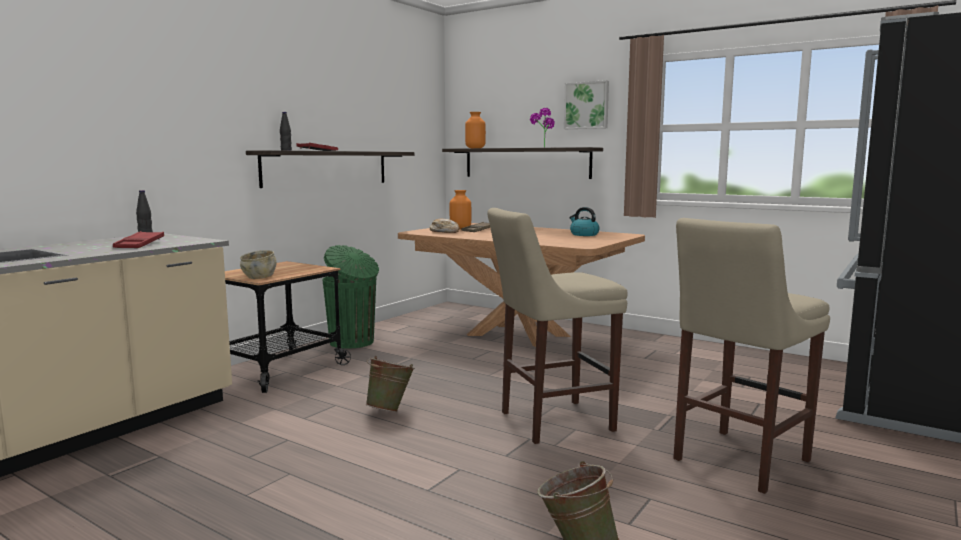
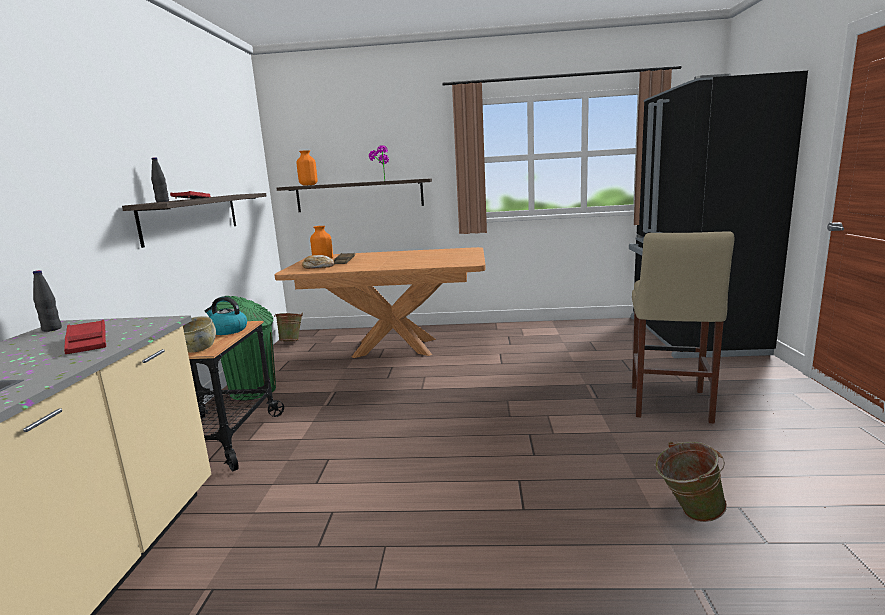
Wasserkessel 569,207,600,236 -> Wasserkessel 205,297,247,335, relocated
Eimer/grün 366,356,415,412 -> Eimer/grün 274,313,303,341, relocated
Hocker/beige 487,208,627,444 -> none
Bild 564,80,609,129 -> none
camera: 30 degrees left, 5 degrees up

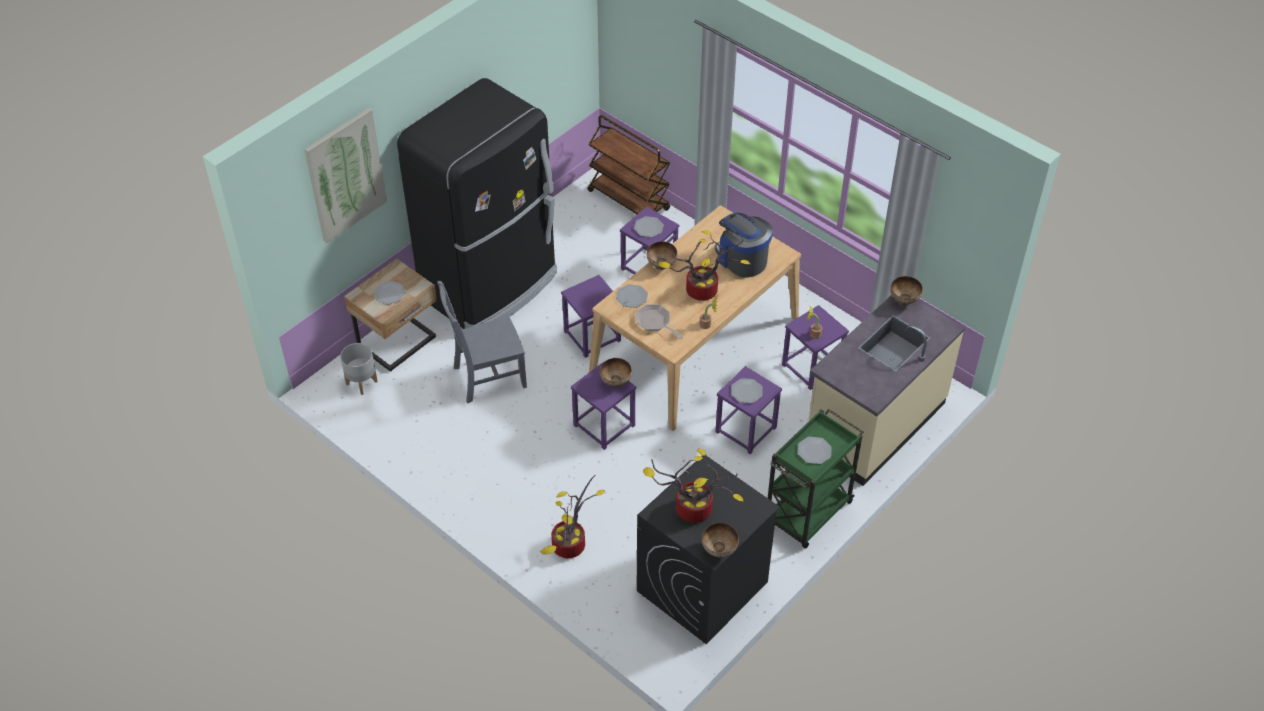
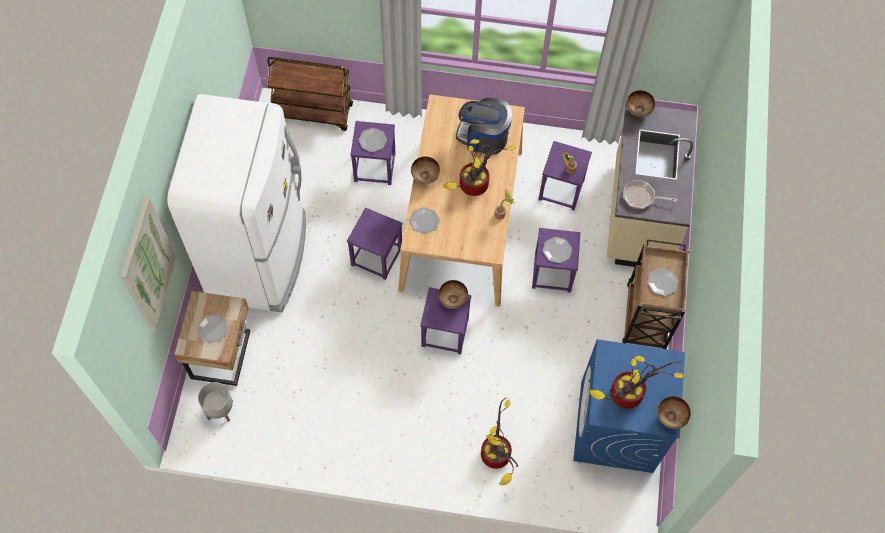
Kühlschrank/schwarz 397,78,557,329 -> Kühlschrank/weiß 167,94,306,312
Waschmaschine/schwarz 637,455,780,644 -> Waschmaschine/blau 573,340,685,473
Rollwagen/grün 768,409,864,549 -> Rollwagen/braun 622,239,689,349
Pfanne 636,304,683,338 -> Pfanne 623,180,677,209, relocated
Stuhl/grau 437,281,527,403 -> none
camera: 35 degrees left, 15 degrees up

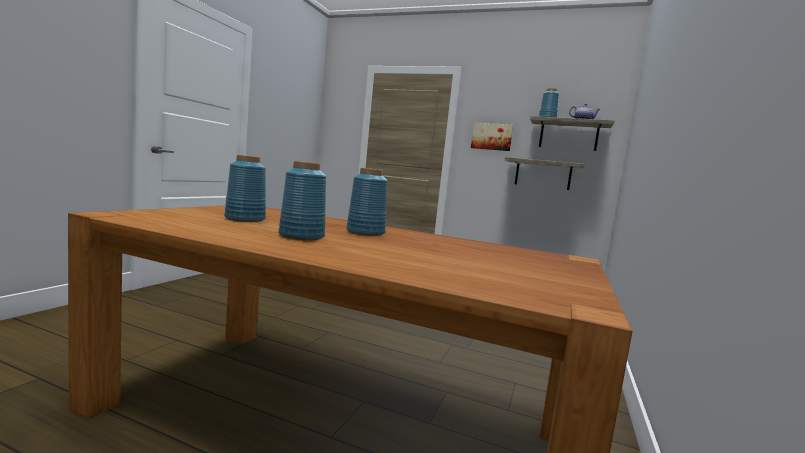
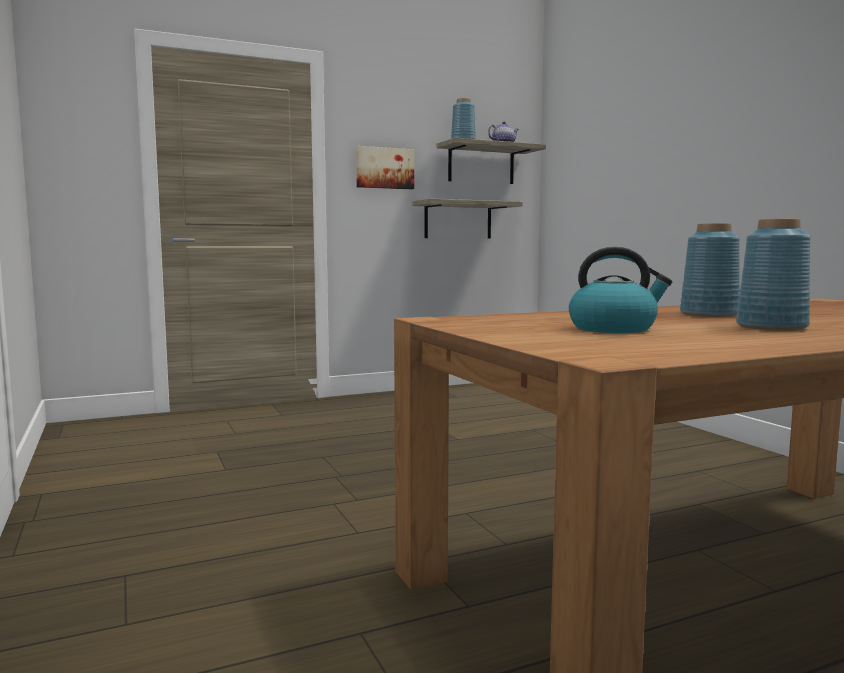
Vase/blau 224,155,266,222 -> Wasserkessel 569,247,672,333
camera: 45 degrees left, 0 degrees up

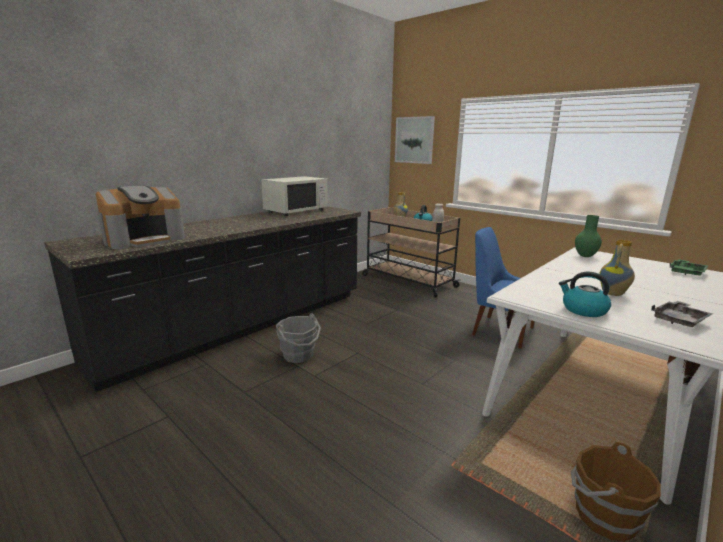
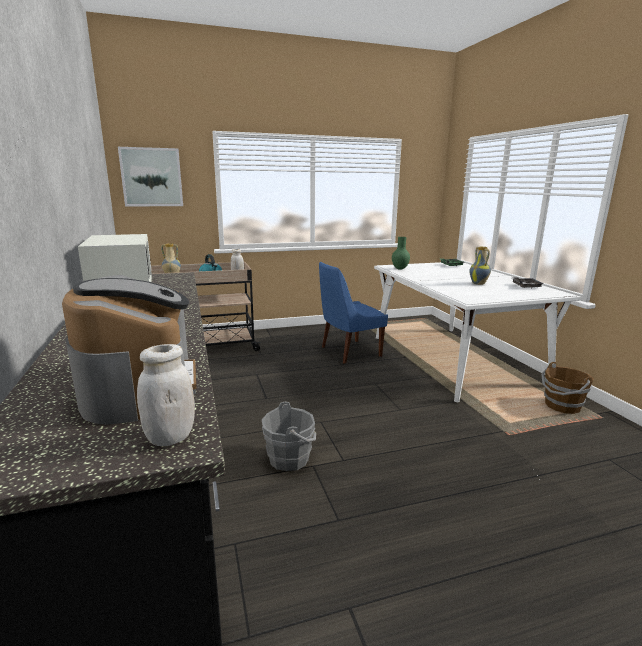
none -> Vorratsglas/weiß 137,344,195,446
Wasserkessel 559,272,611,317 -> none
camera: 60 degrees left, 0 degrees up

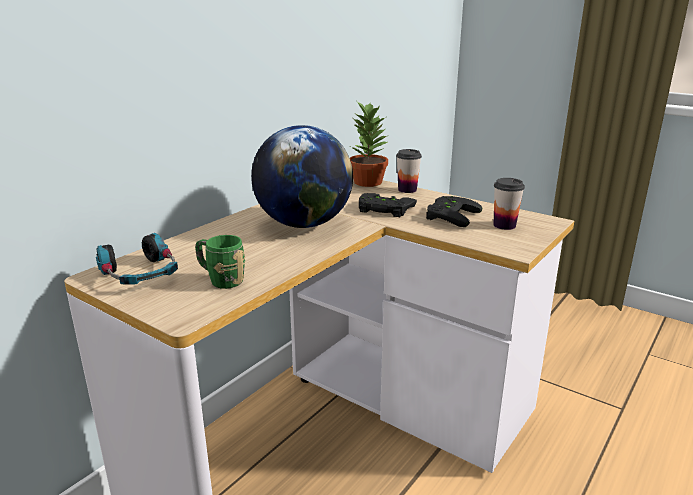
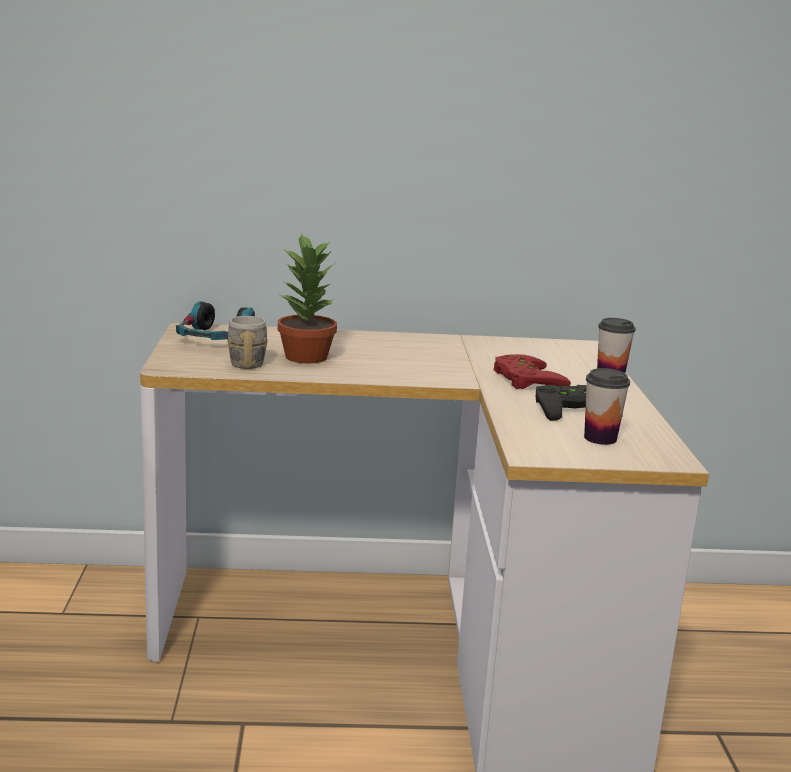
Henkelbecher/grün 195,235,245,289 -> Henkelbecher/grau 227,316,268,369
Topfpflanze 350,102,388,187 -> Topfpflanze 278,233,337,363, relocated
Gamepad/schwarz 359,193,417,217 -> Gamepad/rot 494,354,571,389
Globus 251,125,353,228 -> none
camera: 50 degrees right, 5 degrees down

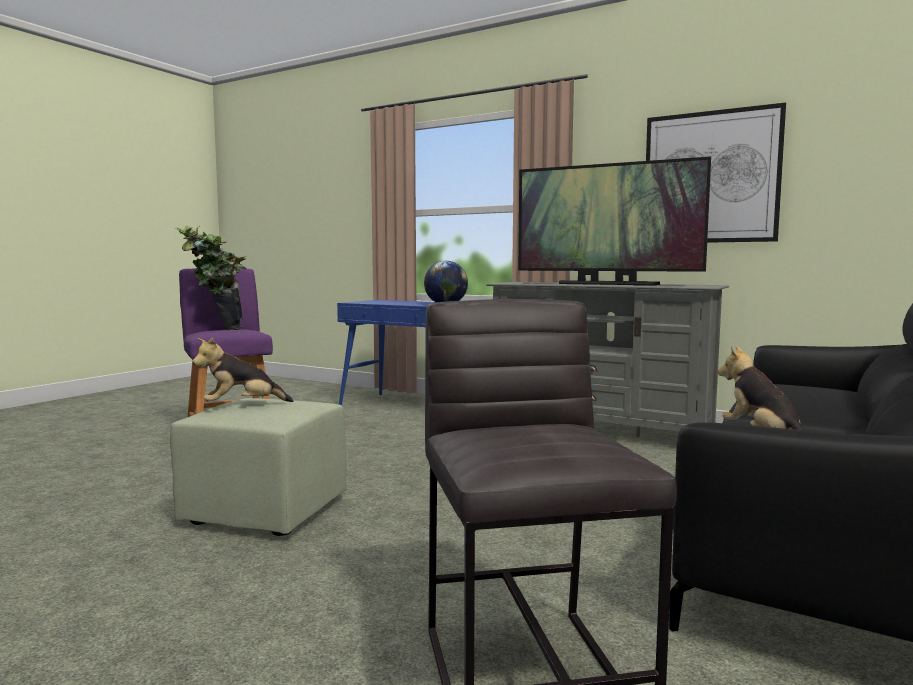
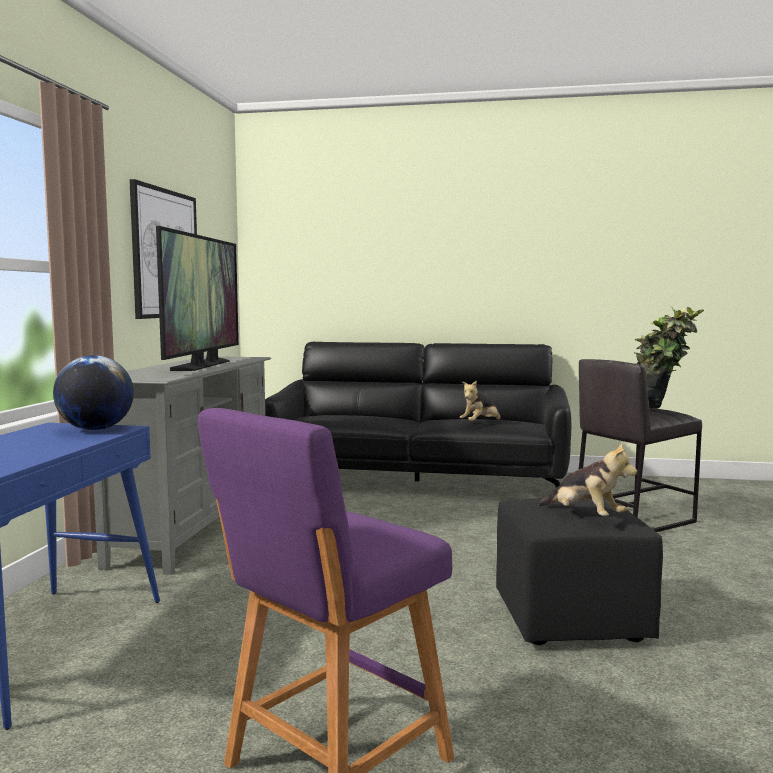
Polsterhocker/grün 170,398,347,536 -> Polsterhocker/schwarz 496,498,663,645
Topfpflanze 174,225,247,330 -> Topfpflanze 633,306,704,408, relocated
camera: 110 degrees left, 0 degrees up

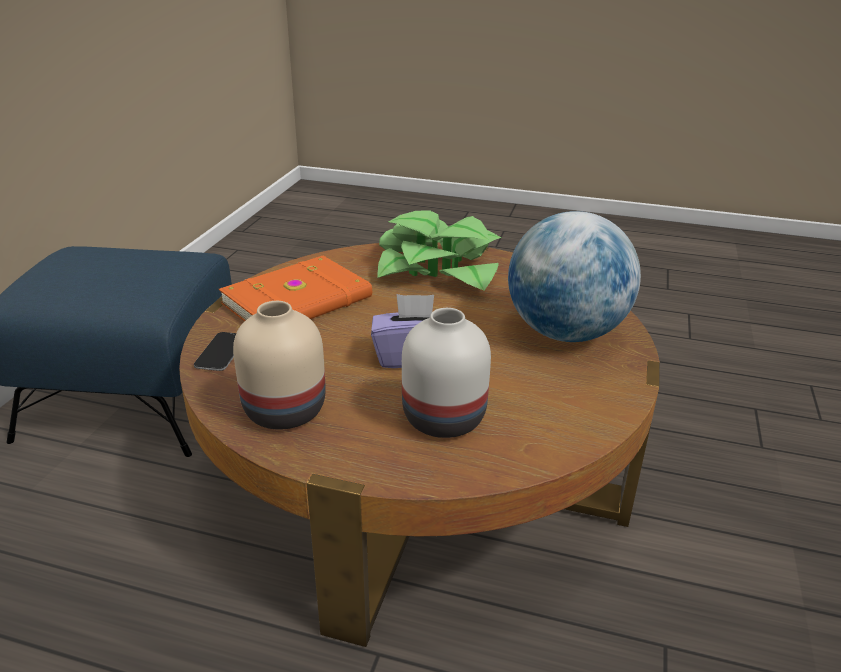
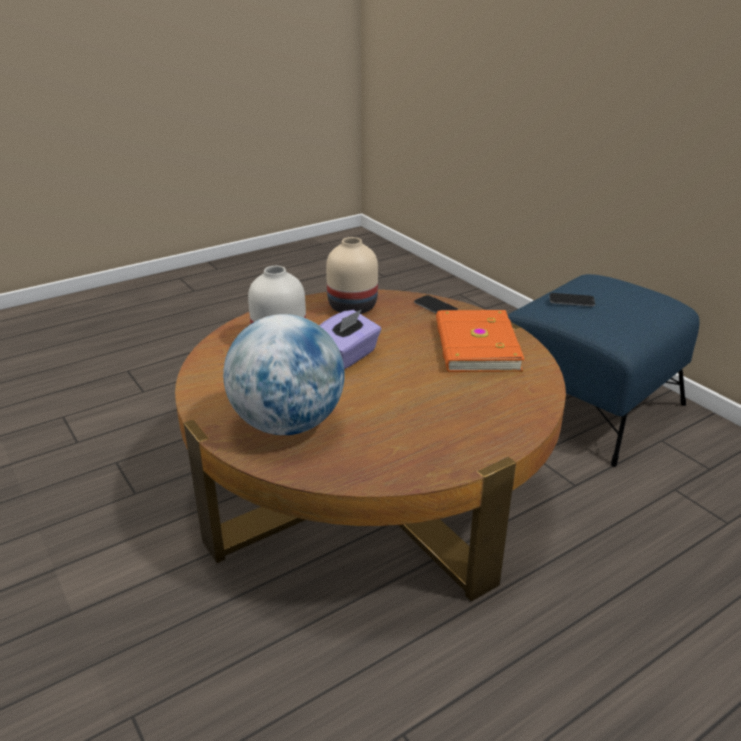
none -> Handy 550,293,595,306
Topfpflanze 377,210,501,291 -> none
camera: 130 degrees right, 0 degrees up

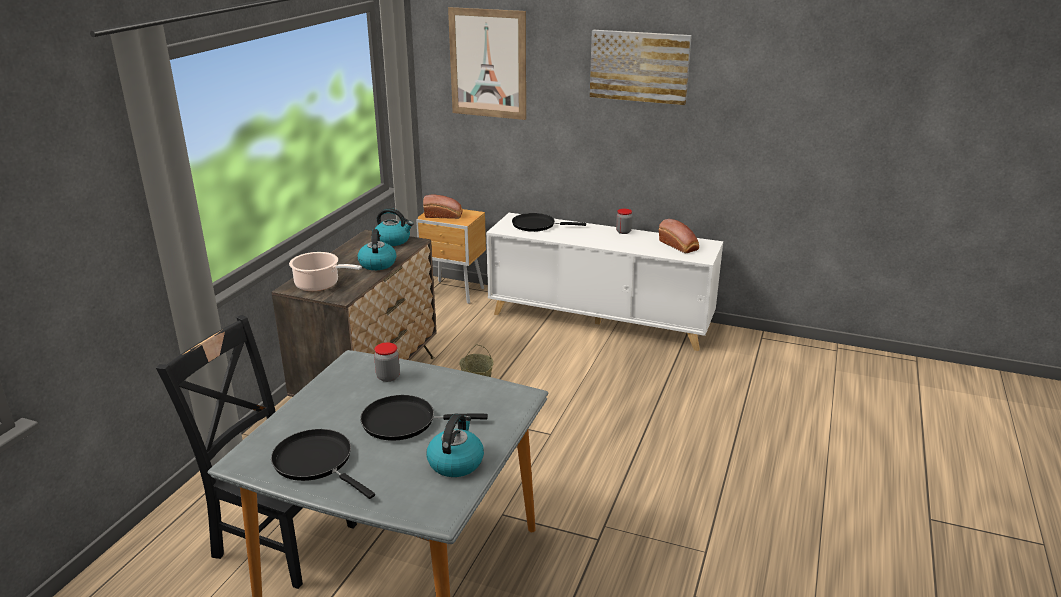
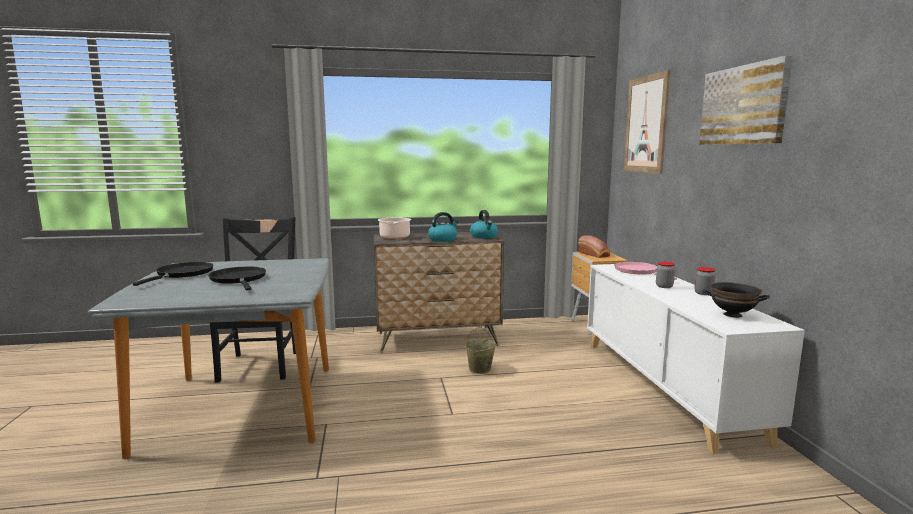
Pfanne/schwarz 512,213,586,232 -> Pfanne/rosa 614,262,677,280
Vorratsglas 374,343,400,382 -> Vorratsglas 656,261,675,288, relocated
Brot 659,219,699,253 -> Schüssel/schwarz 702,282,770,318
Wasserkessel 427,413,484,477 -> none
camera: 60 degrees right, 15 degrees down

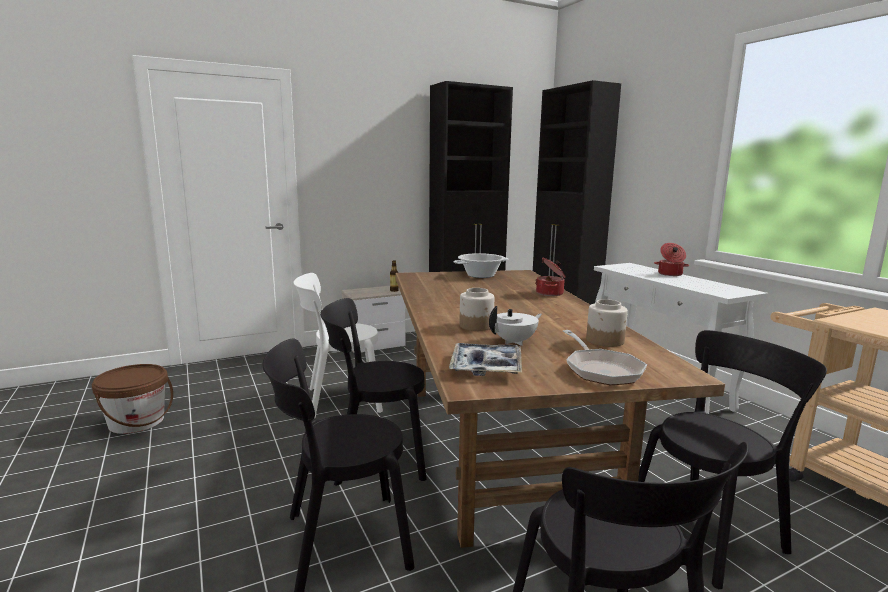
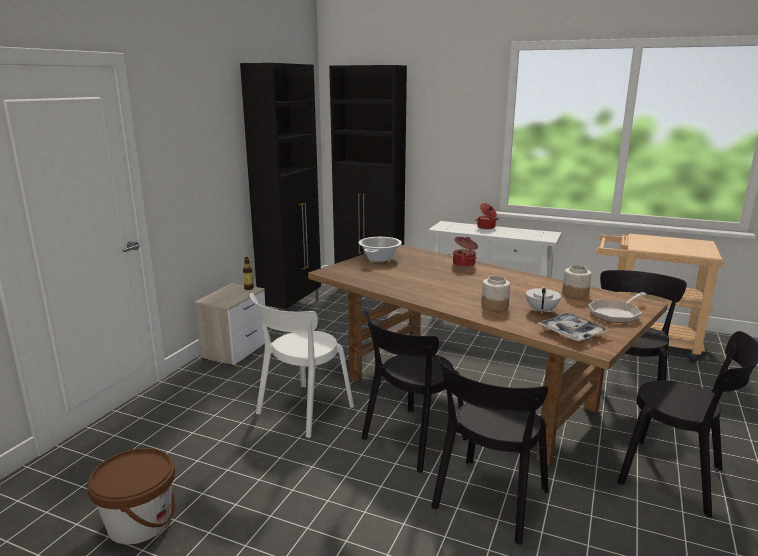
Pfanne 563,330,647,385 -> Pfanne 588,292,646,323, 105 degrees clockwise
camera: 40 degrees left, 5 degrees up

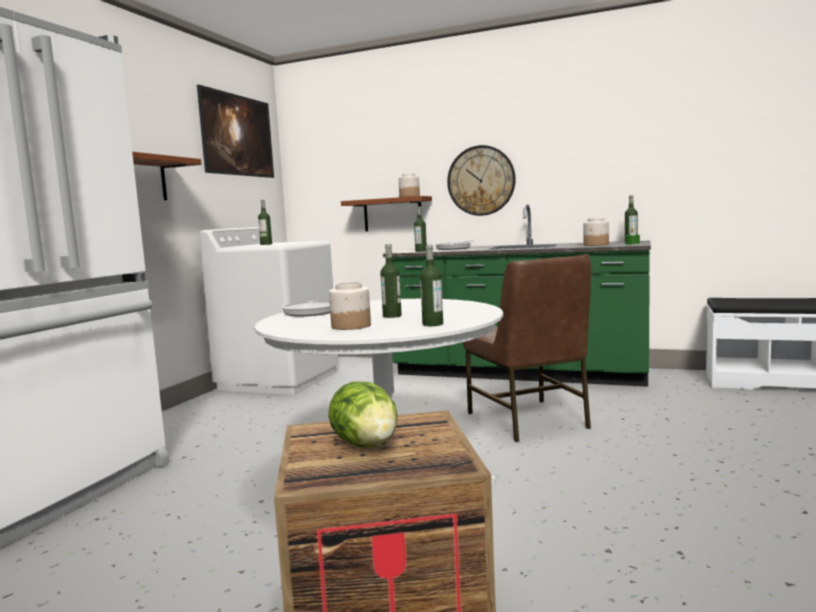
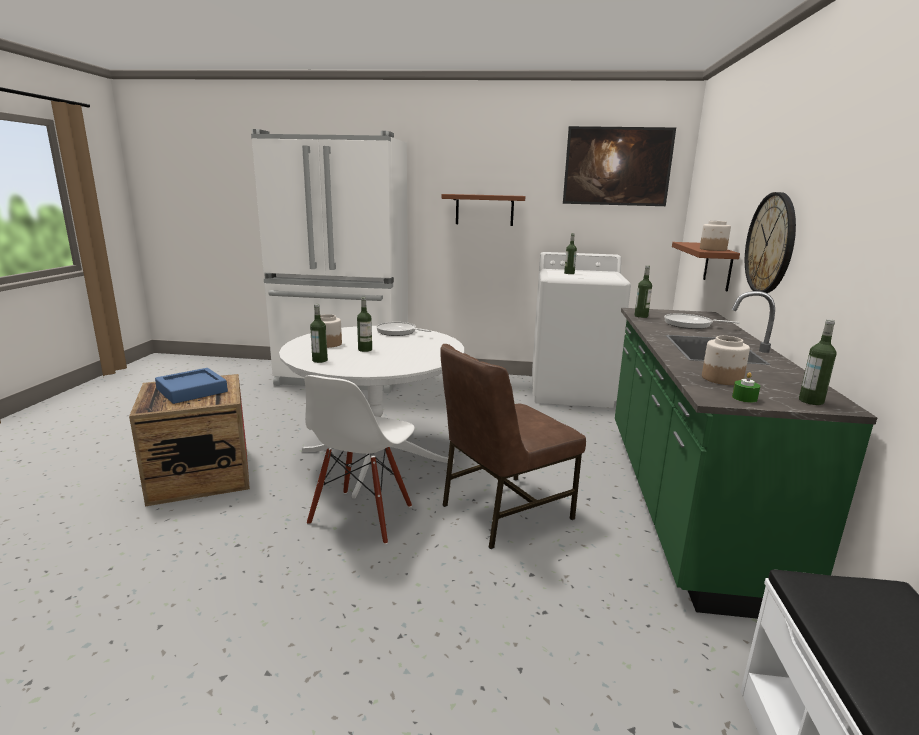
Salatkopf 328,382,398,447 -> Tablett/blau 155,368,228,404
none -> Stuhl/weiß 304,375,415,544
camera: 75 degrees right, 10 degrees up

